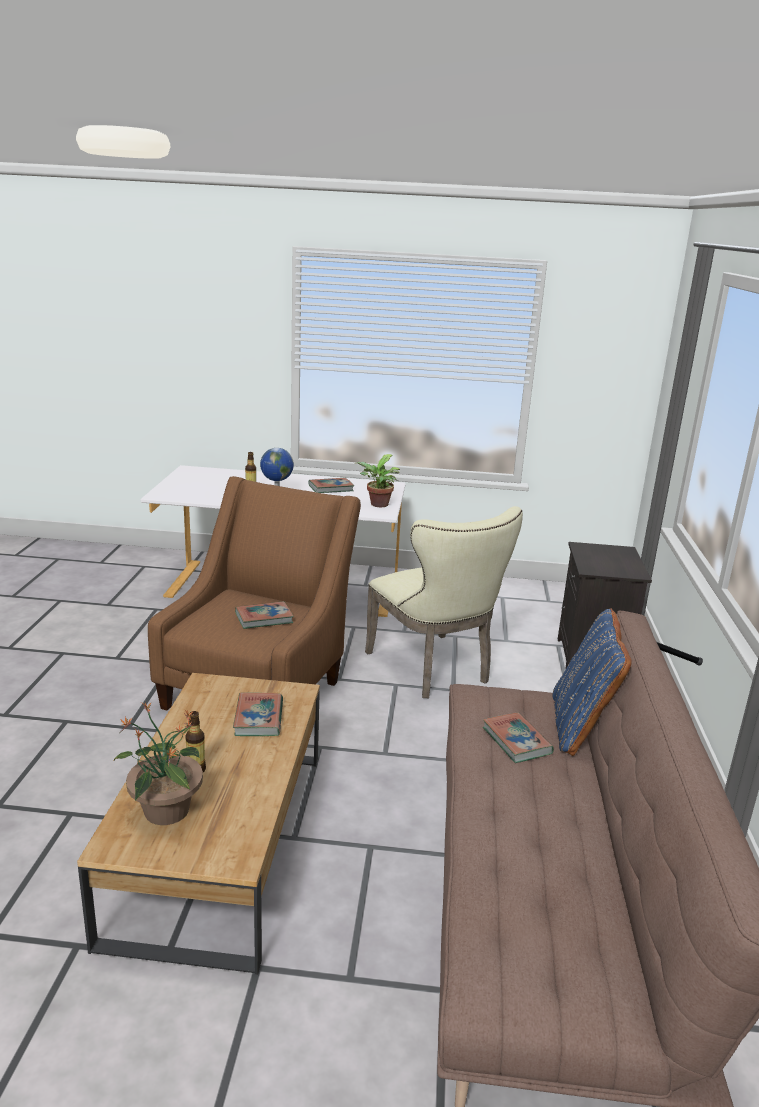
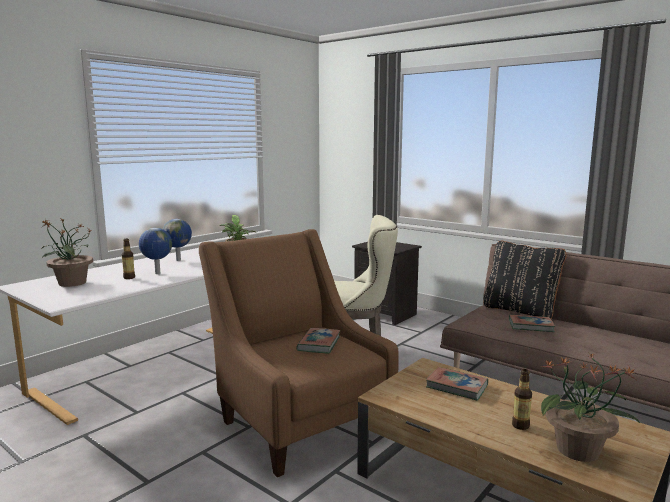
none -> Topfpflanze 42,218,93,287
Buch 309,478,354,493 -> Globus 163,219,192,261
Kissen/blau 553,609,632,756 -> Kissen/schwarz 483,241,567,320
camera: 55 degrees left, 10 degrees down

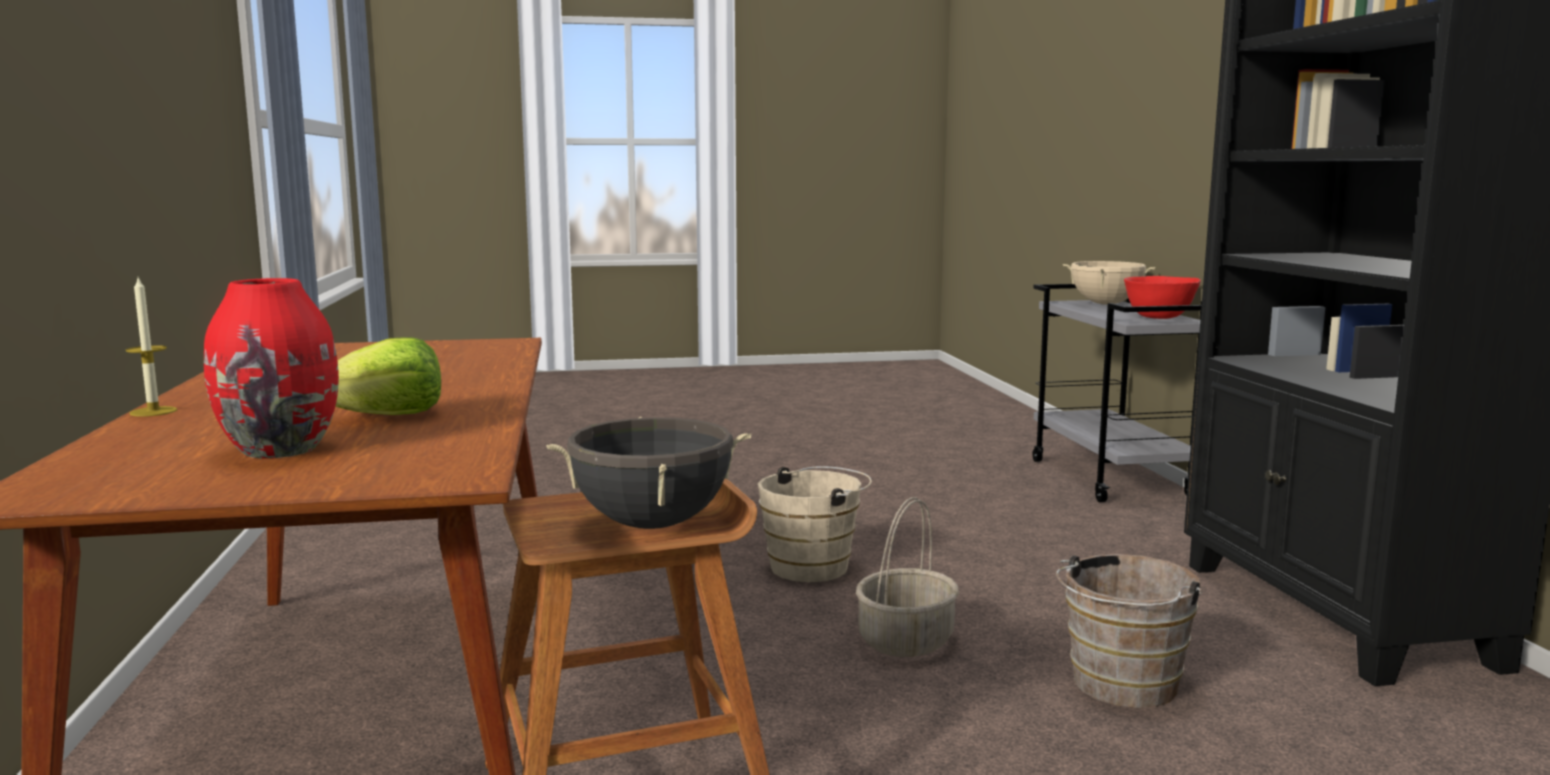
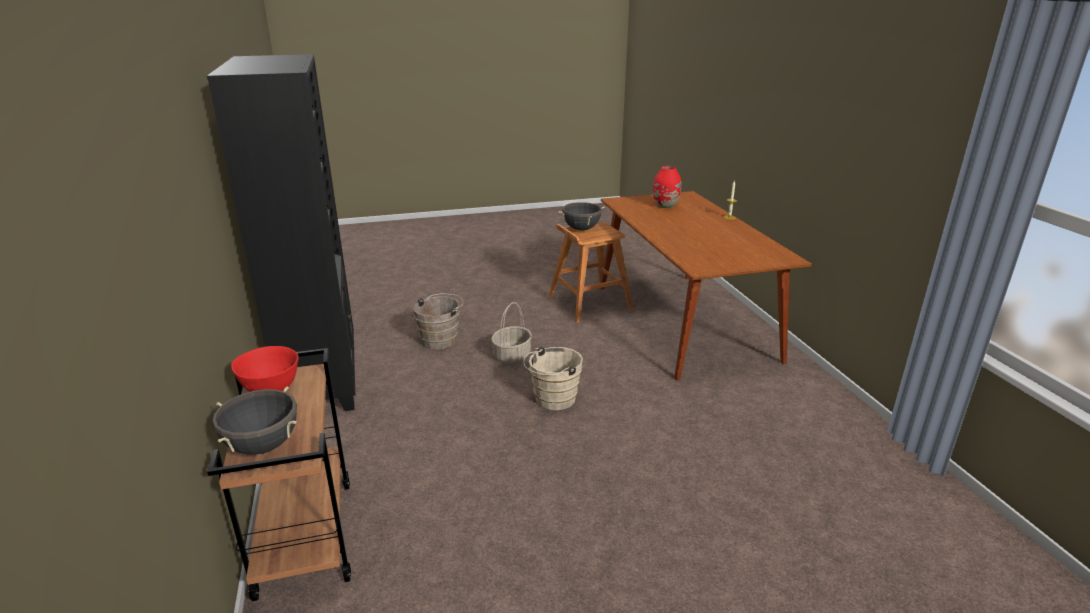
Rollwagen/grau 1032,284,1202,502 -> Rollwagen/braun 207,348,351,601
Kochtopf/beige 1063,261,1155,305 -> Kochtopf/schwarz 212,386,297,455
Salatkopf 335,337,441,415 -> none
camera: 175 degrees right, 15 degrees up

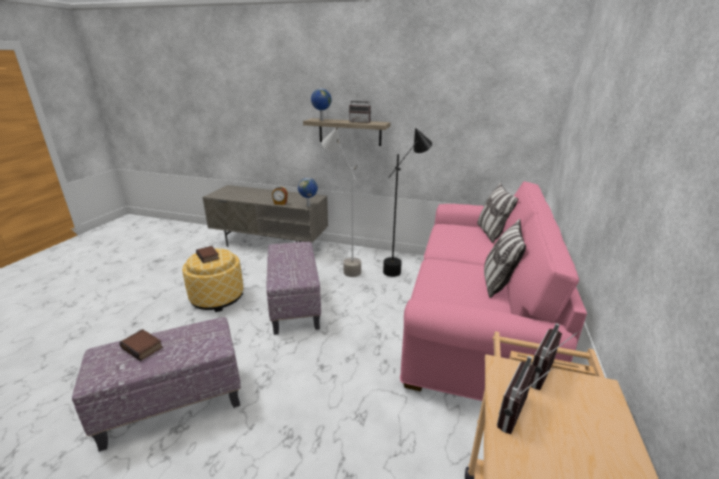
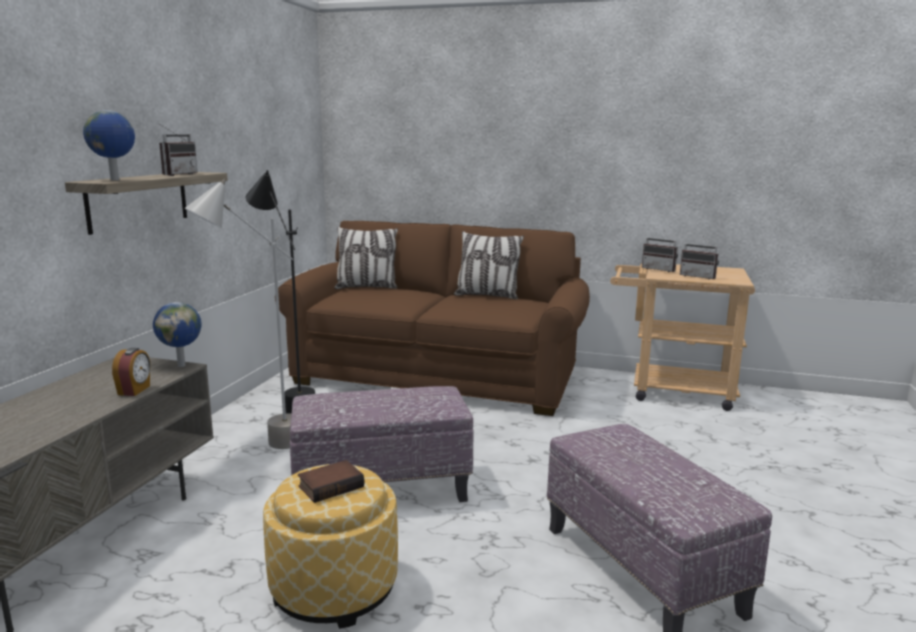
Sofa/rosa 400,181,587,401 -> Sofa/braun 275,221,590,416
Buch 120,329,163,361 -> none
camera: 90 degrees left, 10 degrees down

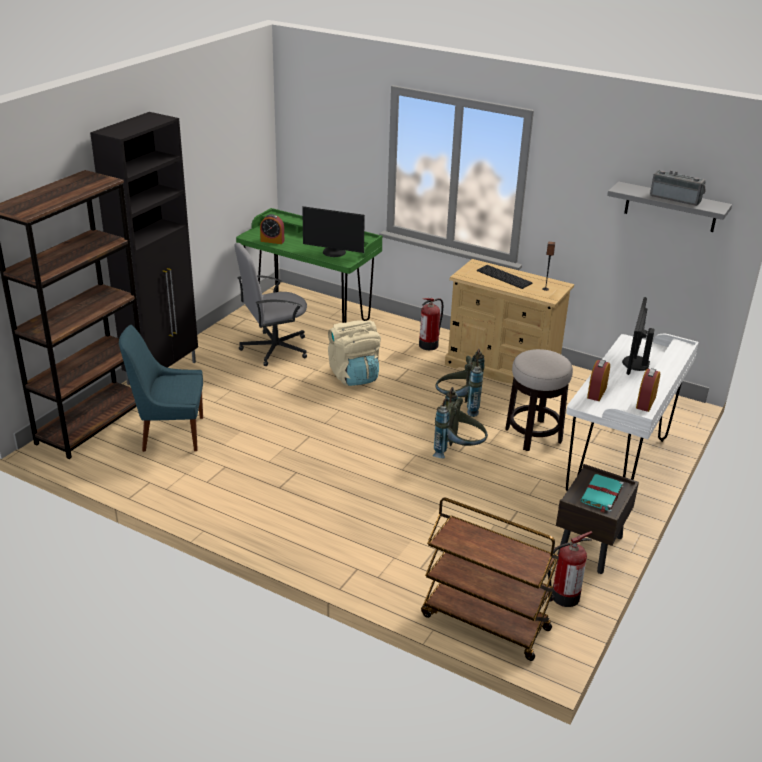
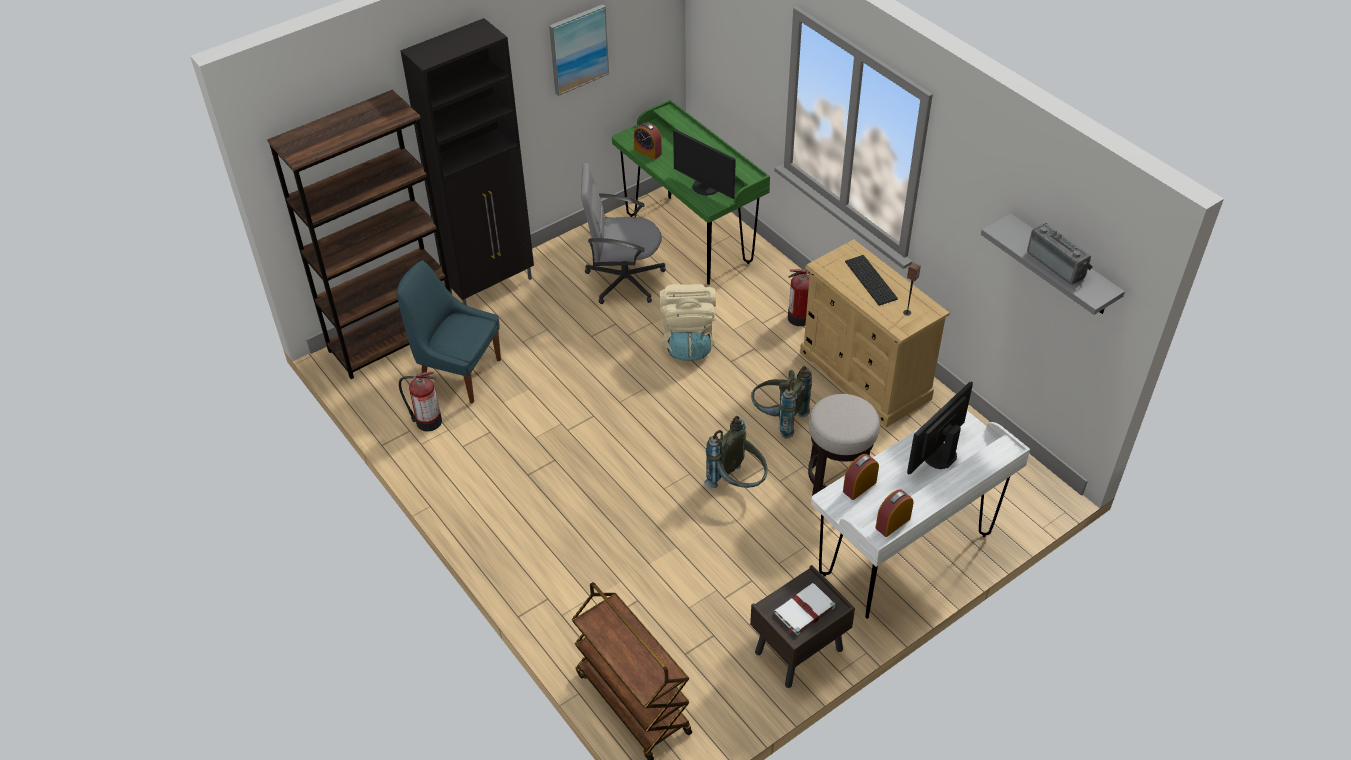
Feuerlöscher 548,531,593,607 -> Feuerlöscher 399,372,442,431, relocated
none -> Bild 549,4,609,96
Buch/türkis 581,474,624,513 -> Buch/weiß 774,583,835,636
camera: 25 degrees right, 15 degrees up

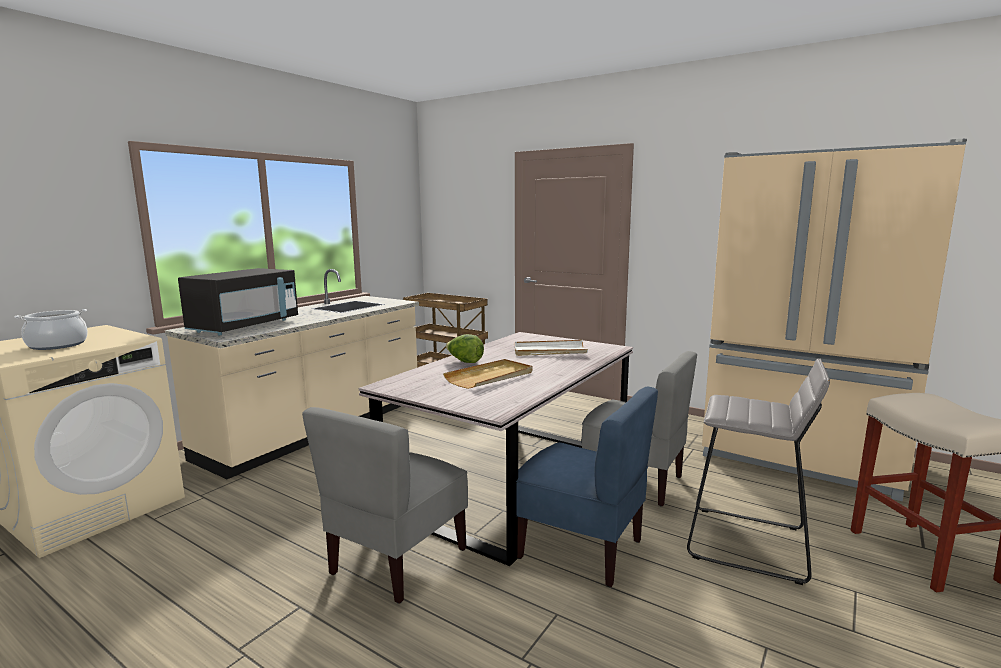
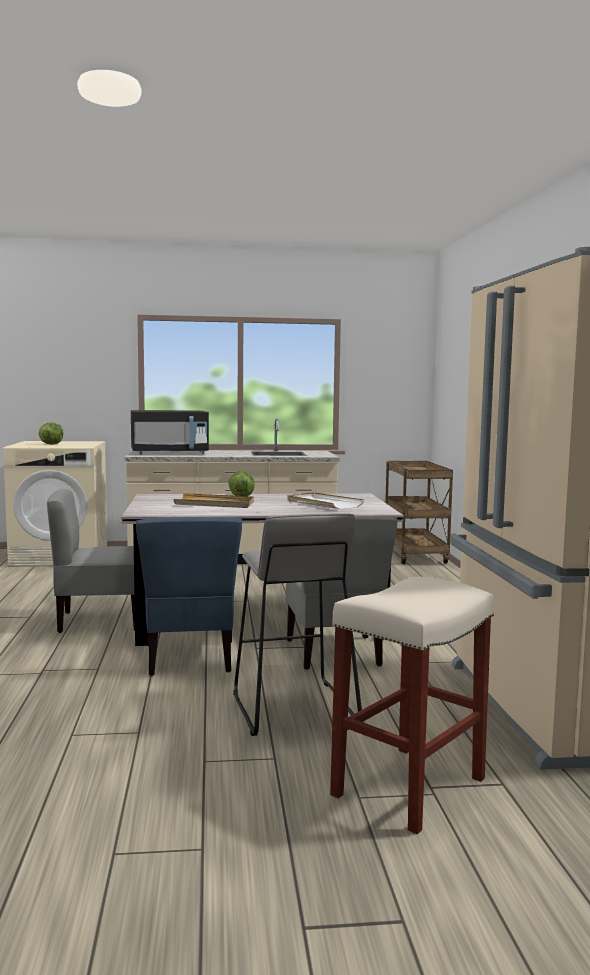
Kochtopf 15,309,88,350 -> Salatkopf 39,422,63,445
camera: 50 degrees right, 5 degrees down

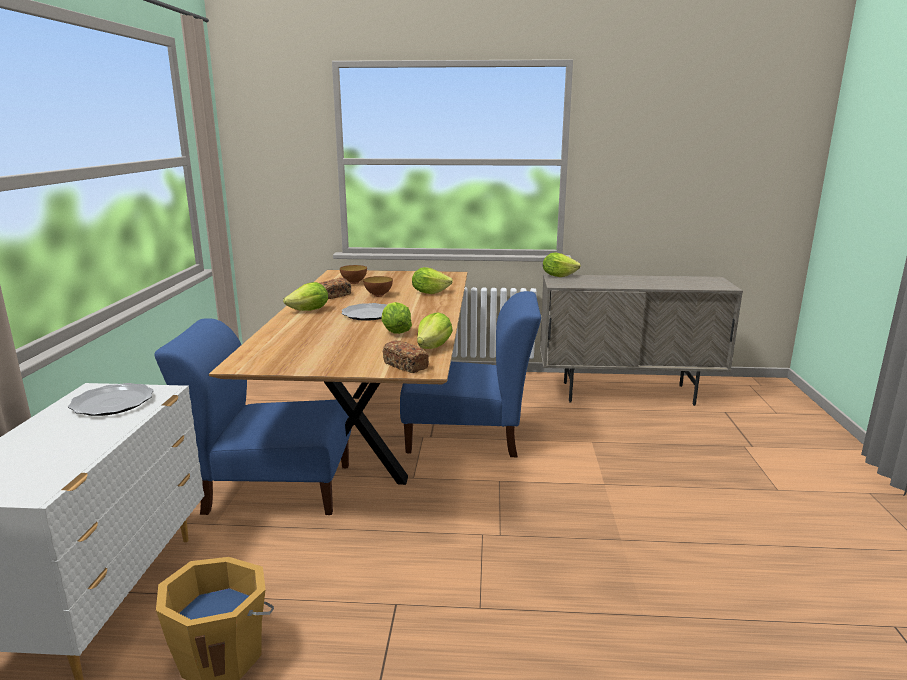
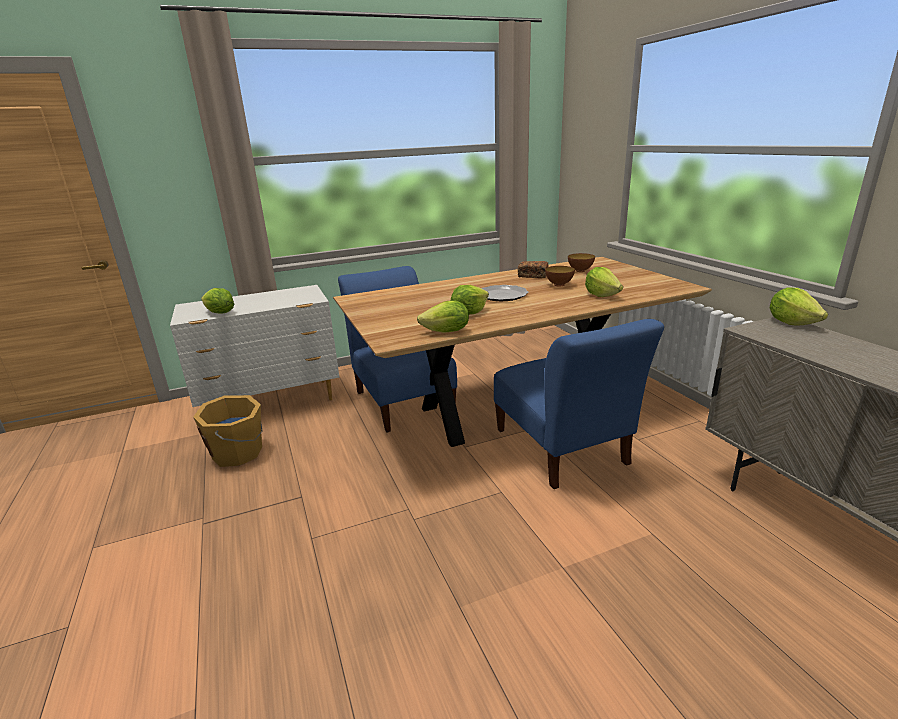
Salatkopf 283,282,328,311 -> Salatkopf 201,288,234,314, relocated
Teller 68,383,154,416 -> none
Brot 383,340,429,373 -> none
camera: 65 degrees right, 5 degrees up

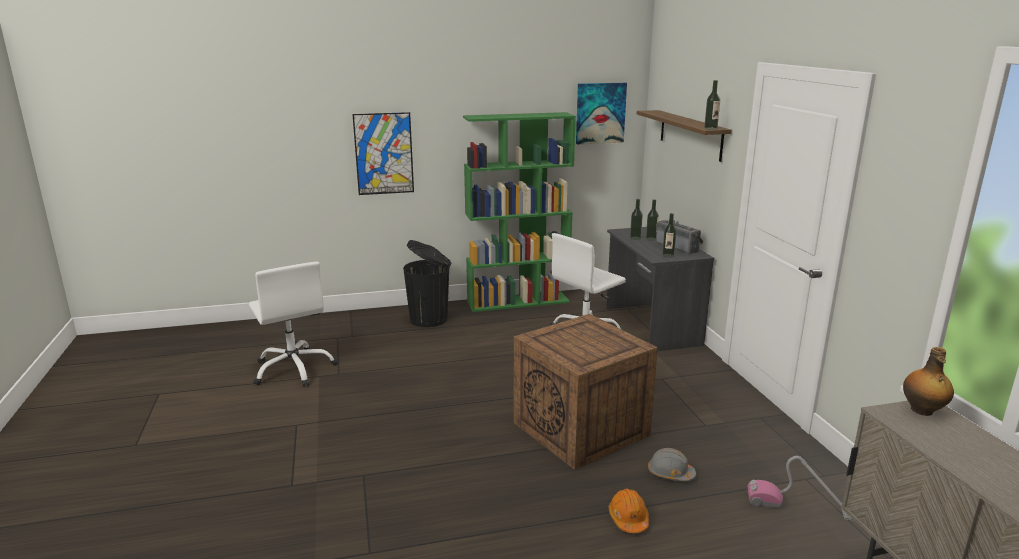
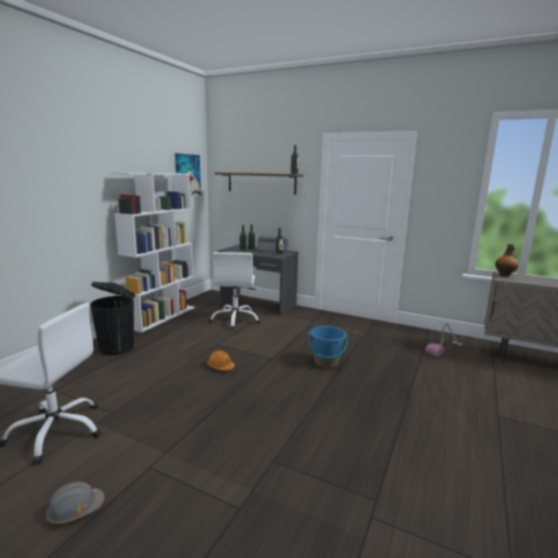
Schutzhelm/grau 648,448,696,481 -> Schutzhelm/grau 46,482,105,525, relocated
Bücherregal/grün 463,112,576,312 -> Bücherregal/weiß 111,172,195,333
Schutzhelm/orange 609,489,649,533 -> Schutzhelm/orange 207,350,235,371, relocated
Kiste 514,314,658,470 -> Eimer/blau 308,326,348,368
Bild 352,112,414,195 -> none
camera: 50 degrees left, 5 degrees down

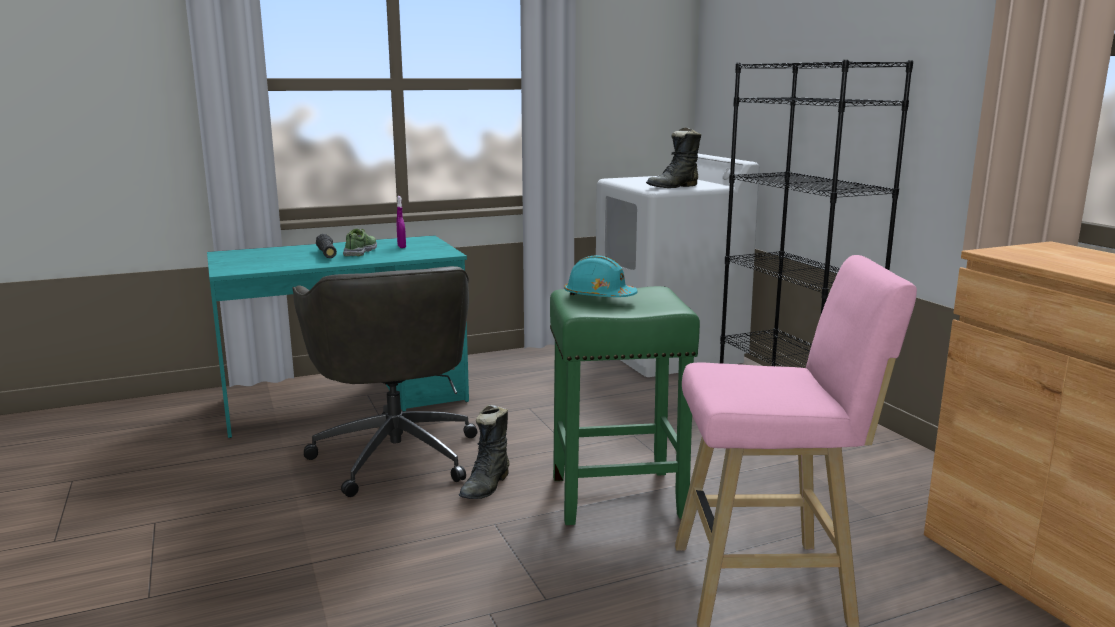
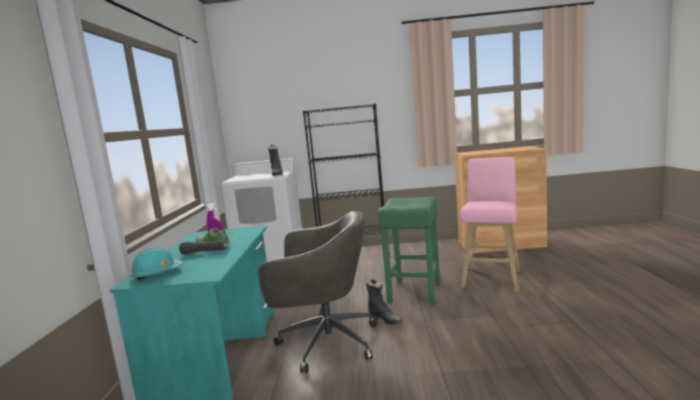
Schutzhelm/türkis 564,255,638,297 -> Schutzhelm/türkis 130,247,183,280, relocated
camera: 65 degrees left, 5 degrees down

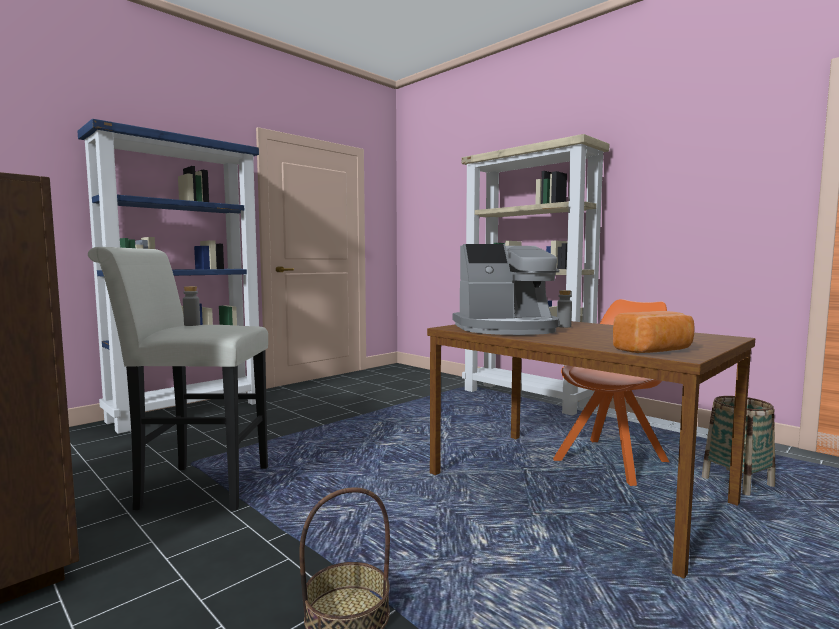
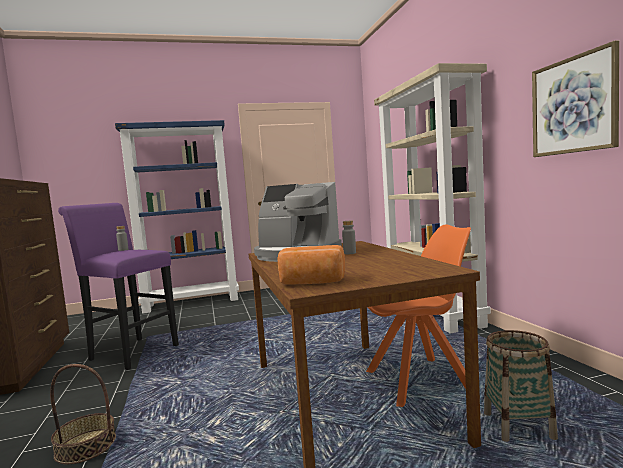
Hocker/weiß 88,247,268,510 -> Hocker/lila 58,203,179,370
none -> Bild 532,40,619,157
camera: 30 degrees right, 0 degrees up

